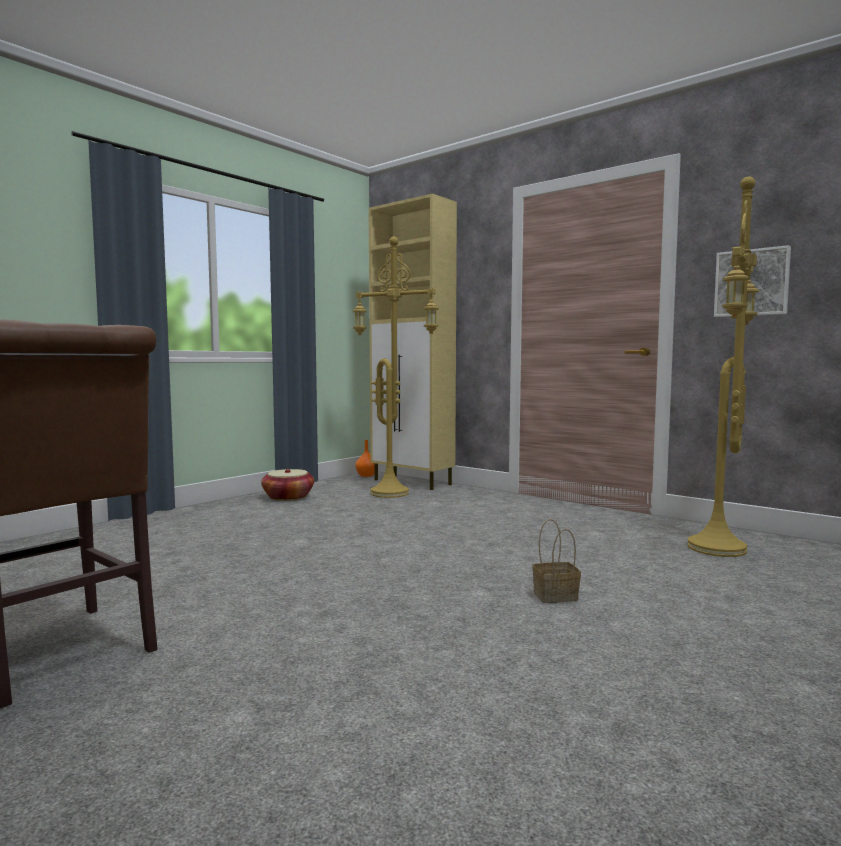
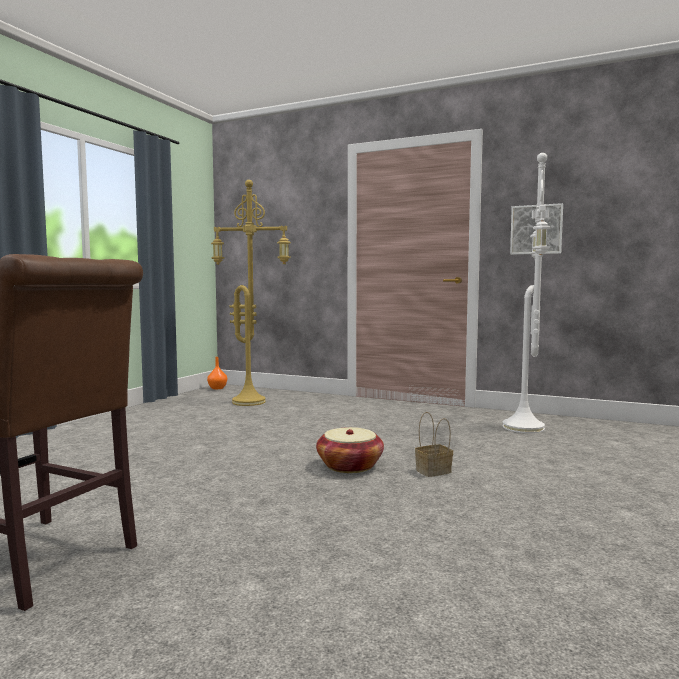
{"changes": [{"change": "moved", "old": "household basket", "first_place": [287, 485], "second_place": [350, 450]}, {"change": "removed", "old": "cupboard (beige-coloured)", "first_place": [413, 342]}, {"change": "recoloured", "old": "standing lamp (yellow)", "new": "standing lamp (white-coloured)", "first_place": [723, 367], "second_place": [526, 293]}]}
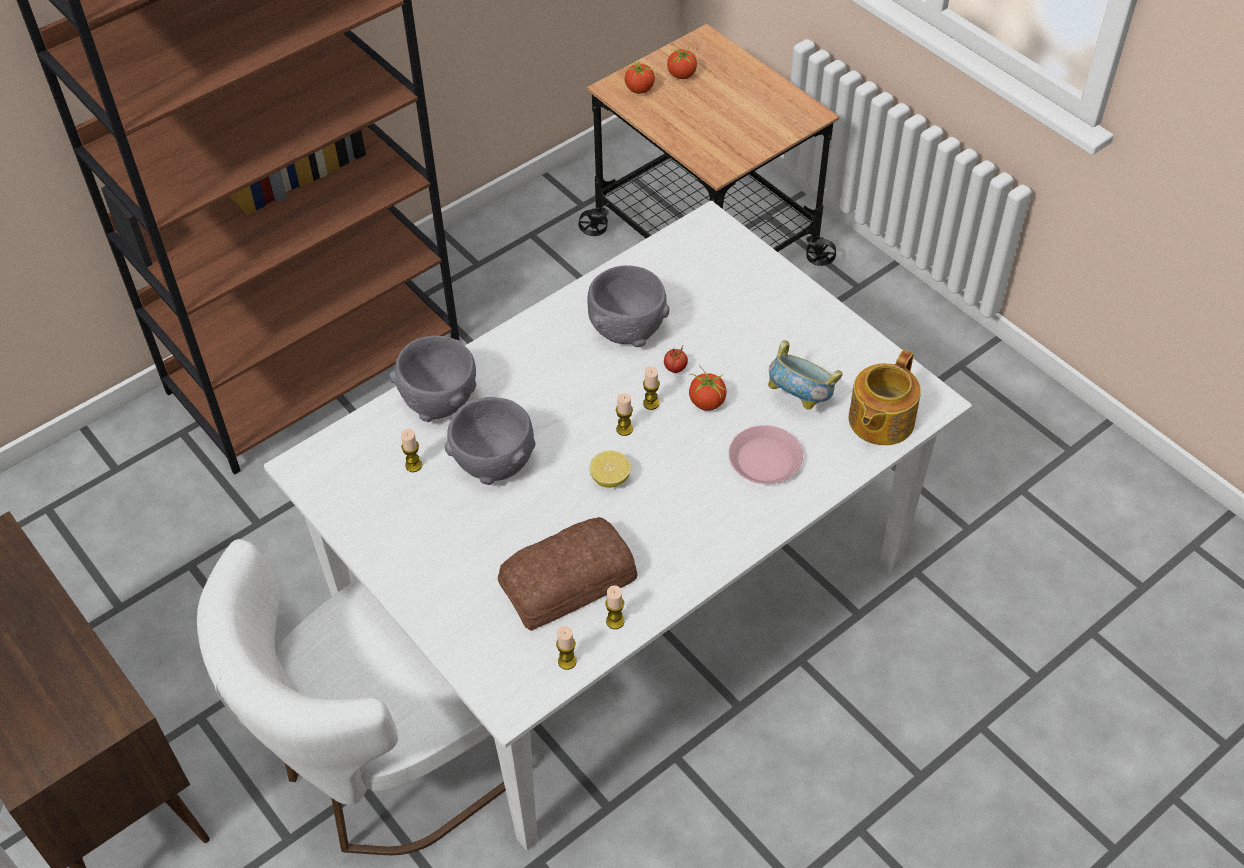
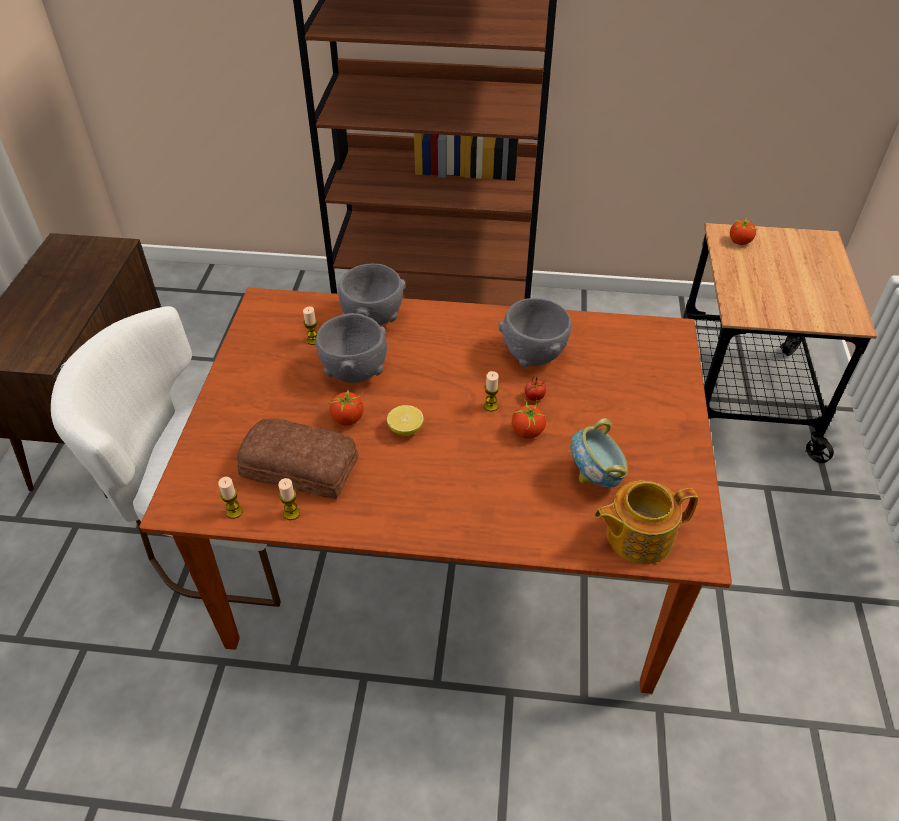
{"changes": [{"change": "recoloured", "old": "dining table (white-coloured)", "new": "dining table (brownish)", "first_place": [618, 525], "second_place": [435, 490]}, {"change": "removed", "old": "wax light", "first_place": [624, 414]}, {"change": "moved", "old": "tomato", "first_place": [682, 61], "second_place": [346, 406]}, {"change": "removed", "old": "flat dish (pink-coloured)", "first_place": [766, 454]}]}
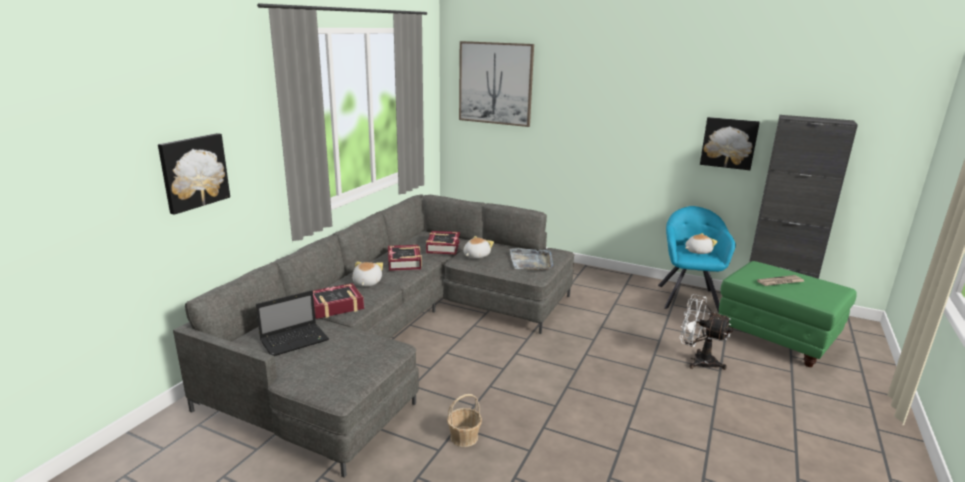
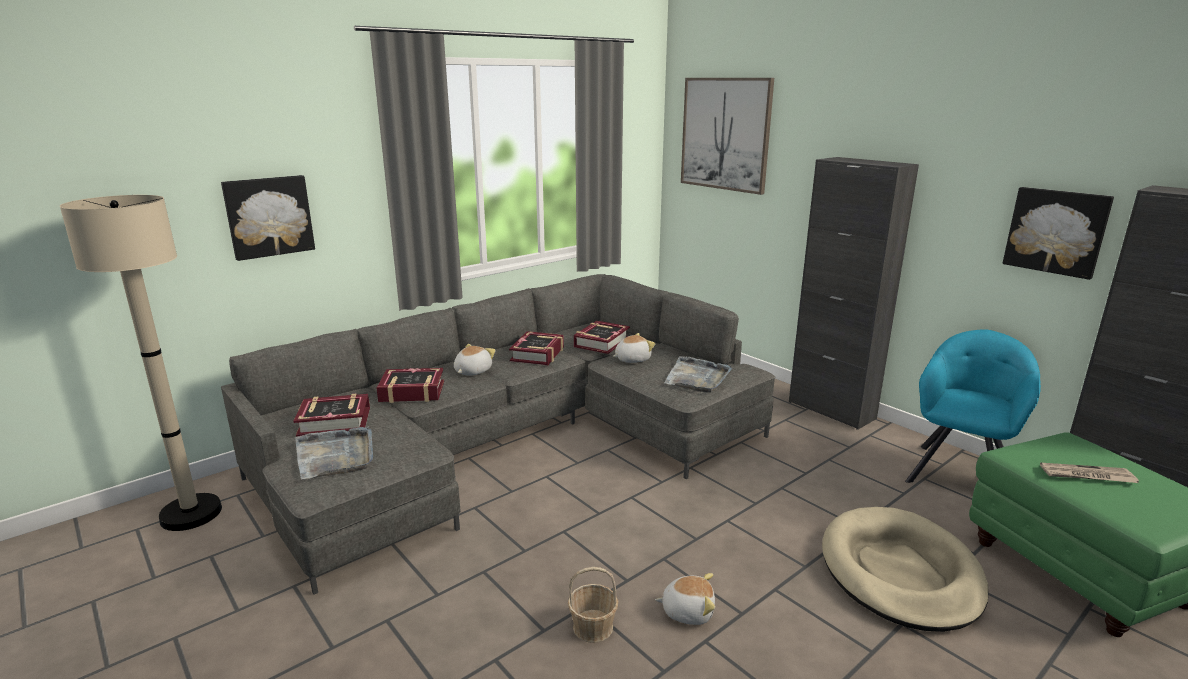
{"changes": [{"change": "replaced", "old": "laptop", "new": "volume", "first_place": [292, 323], "second_place": [331, 415]}, {"change": "moved", "old": "household basket", "first_place": [464, 420], "second_place": [593, 605]}, {"change": "replaced", "old": "fan (white-coloured)", "new": "dog bed (beige-coloured)", "first_place": [706, 332], "second_place": [905, 569]}, {"change": "moved", "old": "cuddly toy", "first_place": [701, 243], "second_place": [685, 599]}, {"change": "added", "new": "standing lamp (beige-coloured)", "second_place": [141, 363]}, {"change": "added", "new": "tray (greyish)", "second_place": [334, 453]}, {"change": "added", "new": "cupboard (black-coloured)", "second_place": [854, 293]}]}
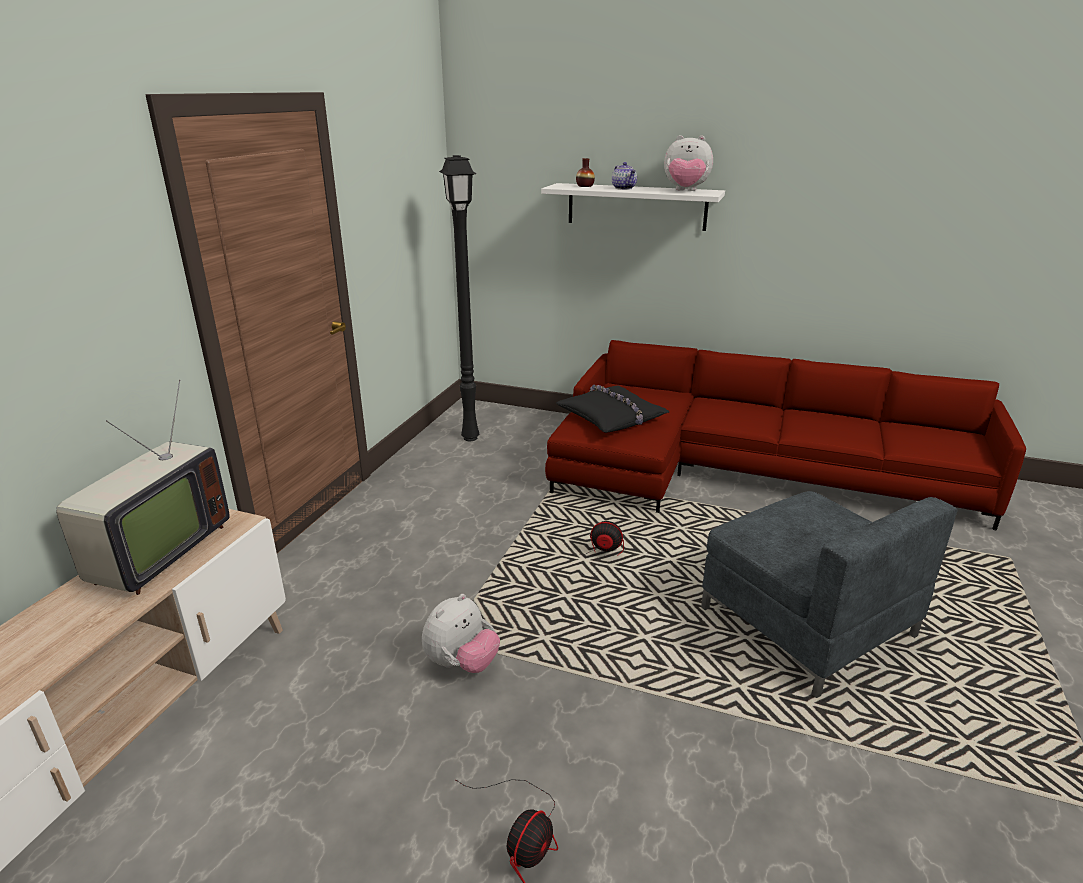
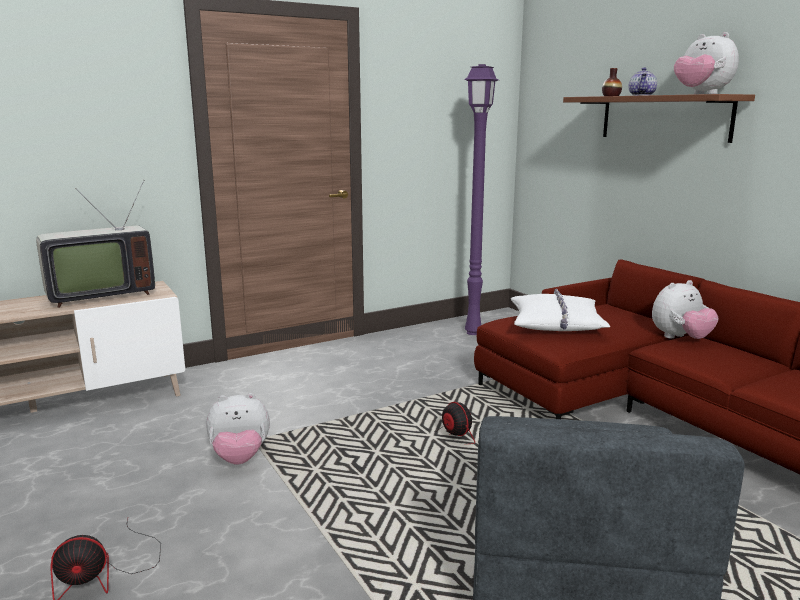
{"changes": [{"change": "recoloured", "old": "standing lamp (black-coloured)", "new": "standing lamp (purple)", "first_place": [459, 298], "second_place": [481, 199]}, {"change": "recoloured", "old": "shelf (white-coloured)", "new": "shelf (brownish)", "first_place": [633, 207], "second_place": [659, 118]}, {"change": "recoloured", "old": "throw pillow (black-coloured)", "new": "throw pillow (white-coloured)", "first_place": [612, 409], "second_place": [560, 310]}, {"change": "added", "new": "cuddly toy", "second_place": [685, 309]}]}
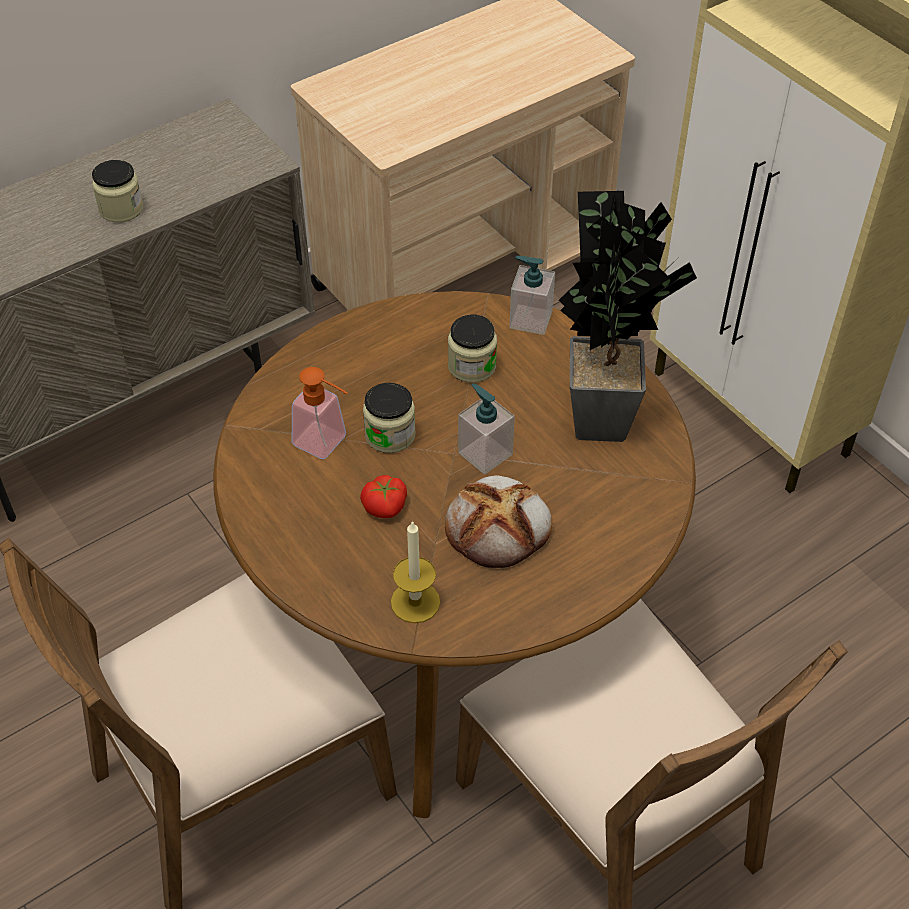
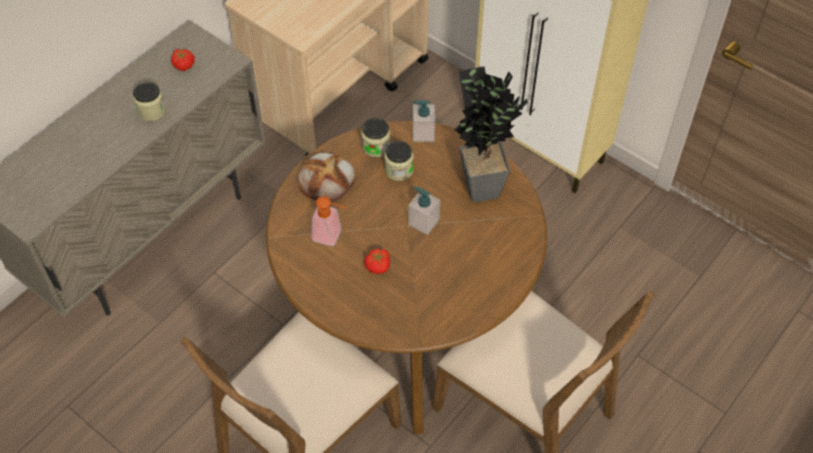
{"changes": [{"change": "moved", "old": "jar", "first_place": [389, 418], "second_place": [375, 138]}, {"change": "removed", "old": "wax light", "first_place": [415, 571]}, {"change": "moved", "old": "bakery bread", "first_place": [498, 521], "second_place": [327, 177]}, {"change": "added", "new": "tomato", "second_place": [183, 60]}]}
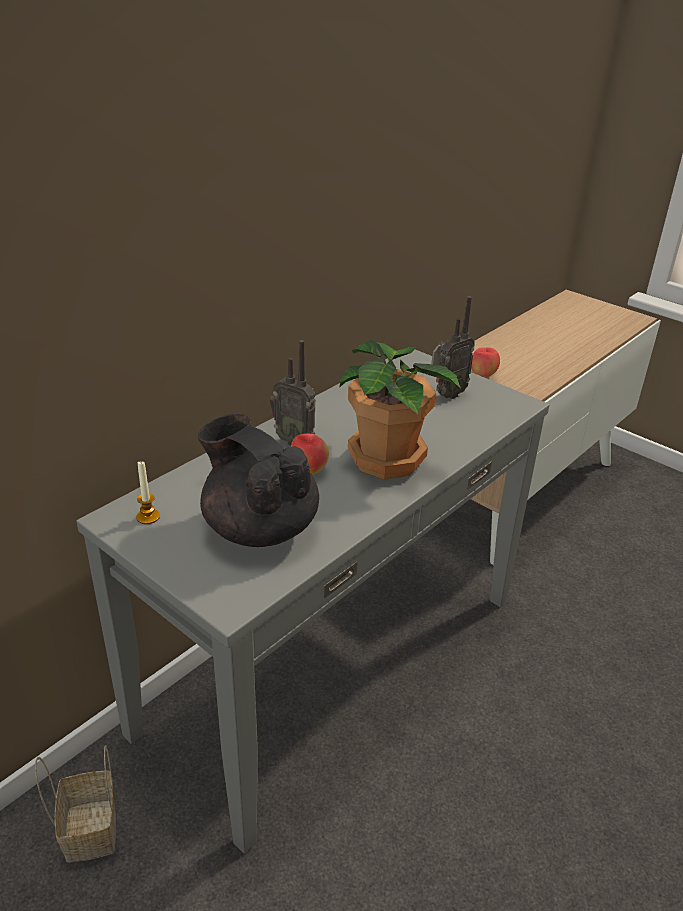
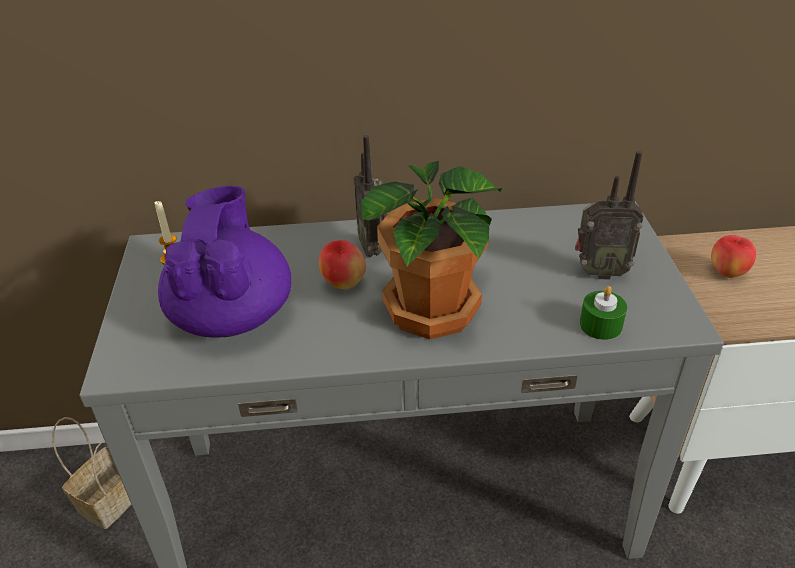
{"changes": [{"change": "recoloured", "old": "pot for tea (black-coloured)", "new": "pot for tea (purple)", "first_place": [258, 480], "second_place": [224, 261]}, {"change": "added", "new": "wax light (green)", "second_place": [603, 313]}]}
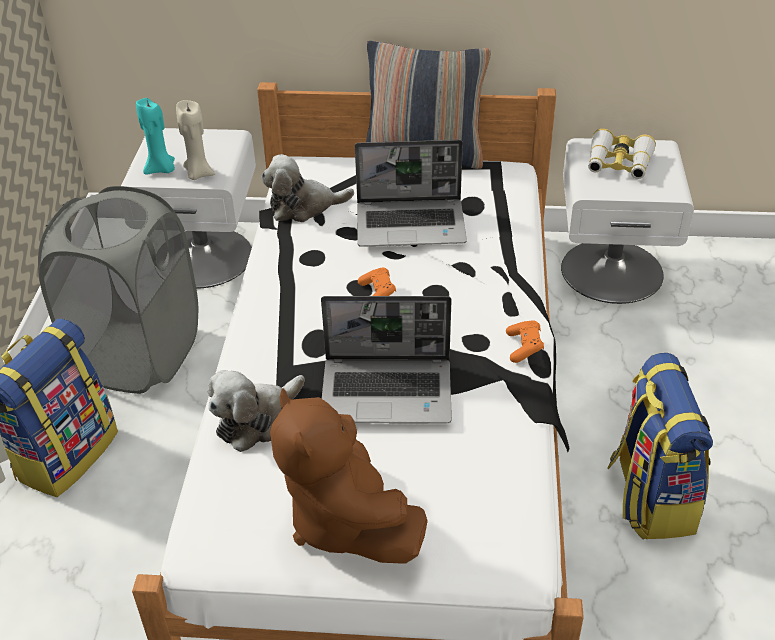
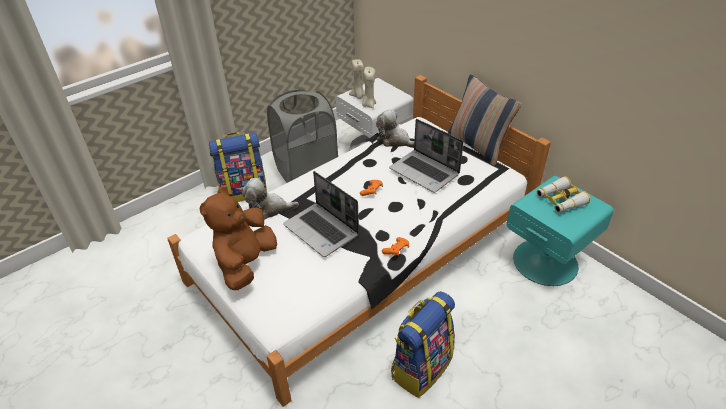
{"changes": [{"change": "recoloured", "old": "wax light (turquoise)", "new": "wax light (beige-coloured)", "first_place": [155, 136], "second_place": [357, 79]}, {"change": "recoloured", "old": "nightstand (white-coloured)", "new": "nightstand (turquoise)", "first_place": [627, 221], "second_place": [560, 231]}]}
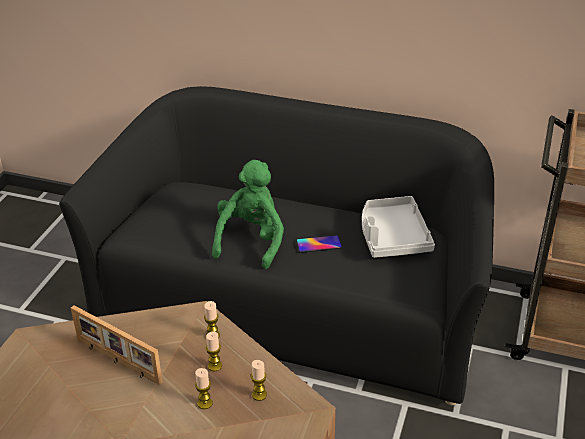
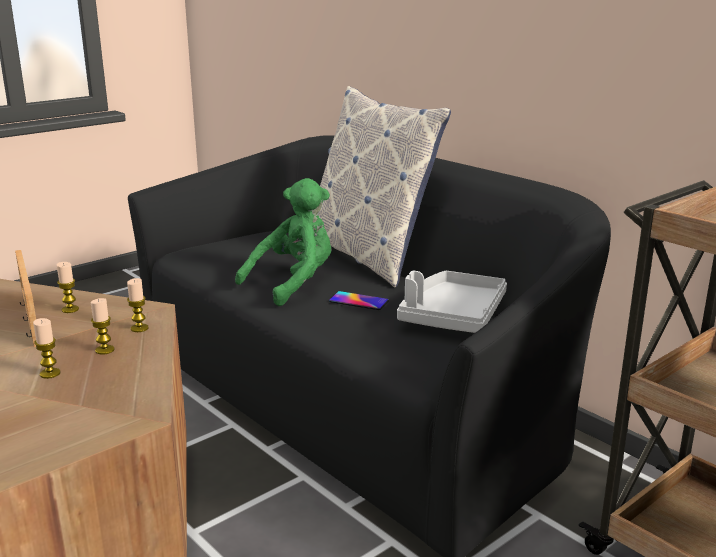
{"changes": [{"change": "moved", "old": "wax light", "first_place": [259, 380], "second_place": [68, 287]}, {"change": "added", "new": "throw pillow", "second_place": [384, 187]}]}
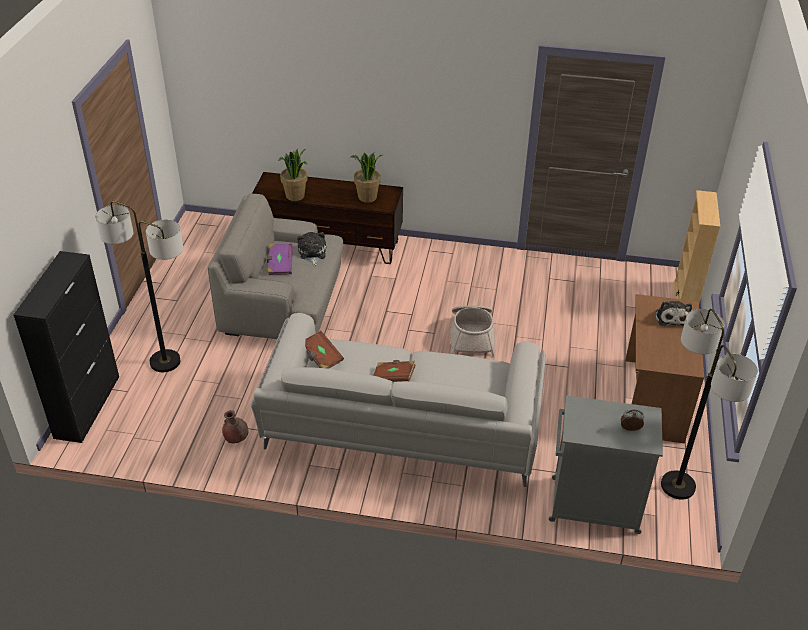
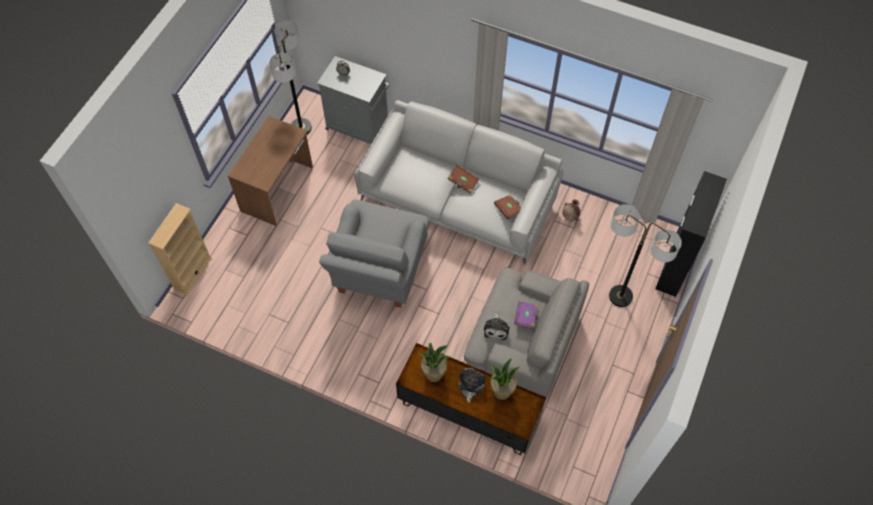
{"changes": [{"change": "replaced", "old": "household basket", "new": "easy chair (greyish)", "first_place": [472, 331], "second_place": [374, 254]}, {"change": "moved", "old": "cuddly toy", "first_place": [674, 313], "second_place": [472, 385]}]}
